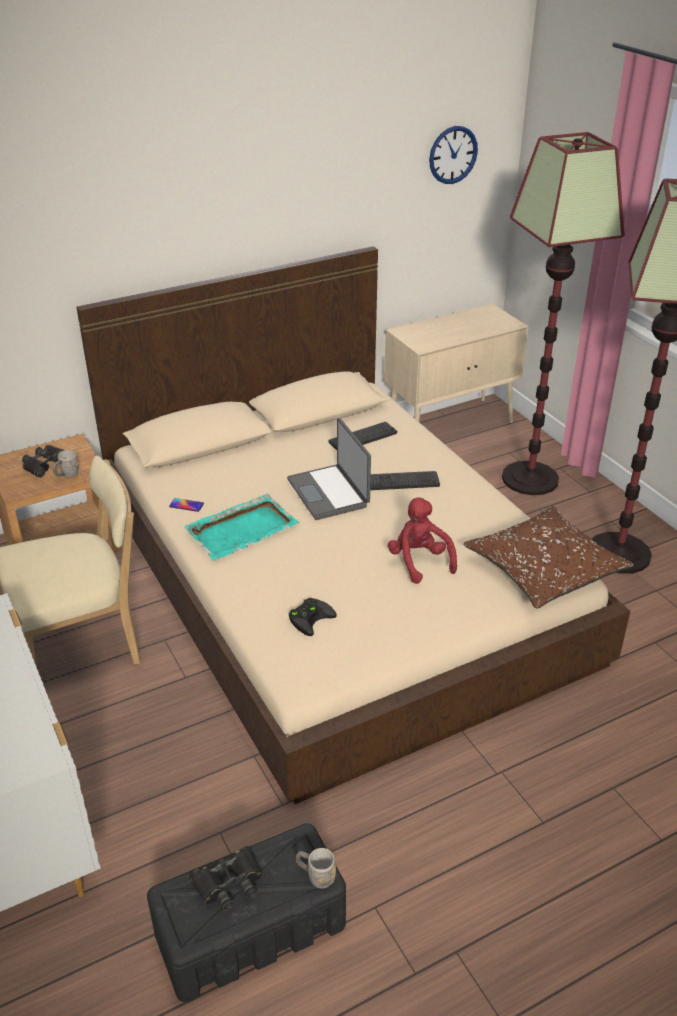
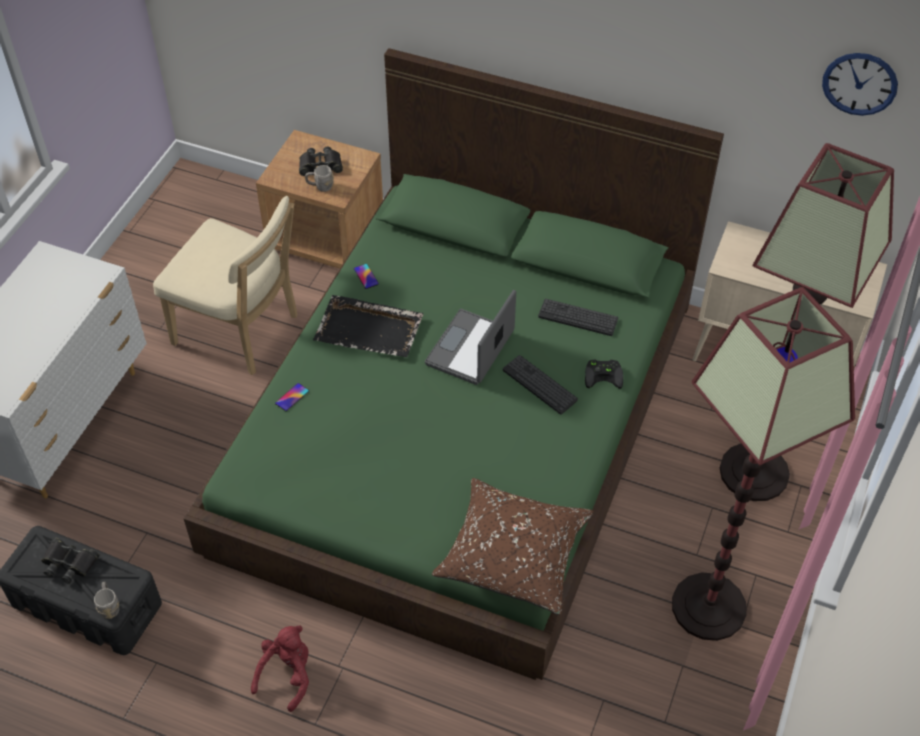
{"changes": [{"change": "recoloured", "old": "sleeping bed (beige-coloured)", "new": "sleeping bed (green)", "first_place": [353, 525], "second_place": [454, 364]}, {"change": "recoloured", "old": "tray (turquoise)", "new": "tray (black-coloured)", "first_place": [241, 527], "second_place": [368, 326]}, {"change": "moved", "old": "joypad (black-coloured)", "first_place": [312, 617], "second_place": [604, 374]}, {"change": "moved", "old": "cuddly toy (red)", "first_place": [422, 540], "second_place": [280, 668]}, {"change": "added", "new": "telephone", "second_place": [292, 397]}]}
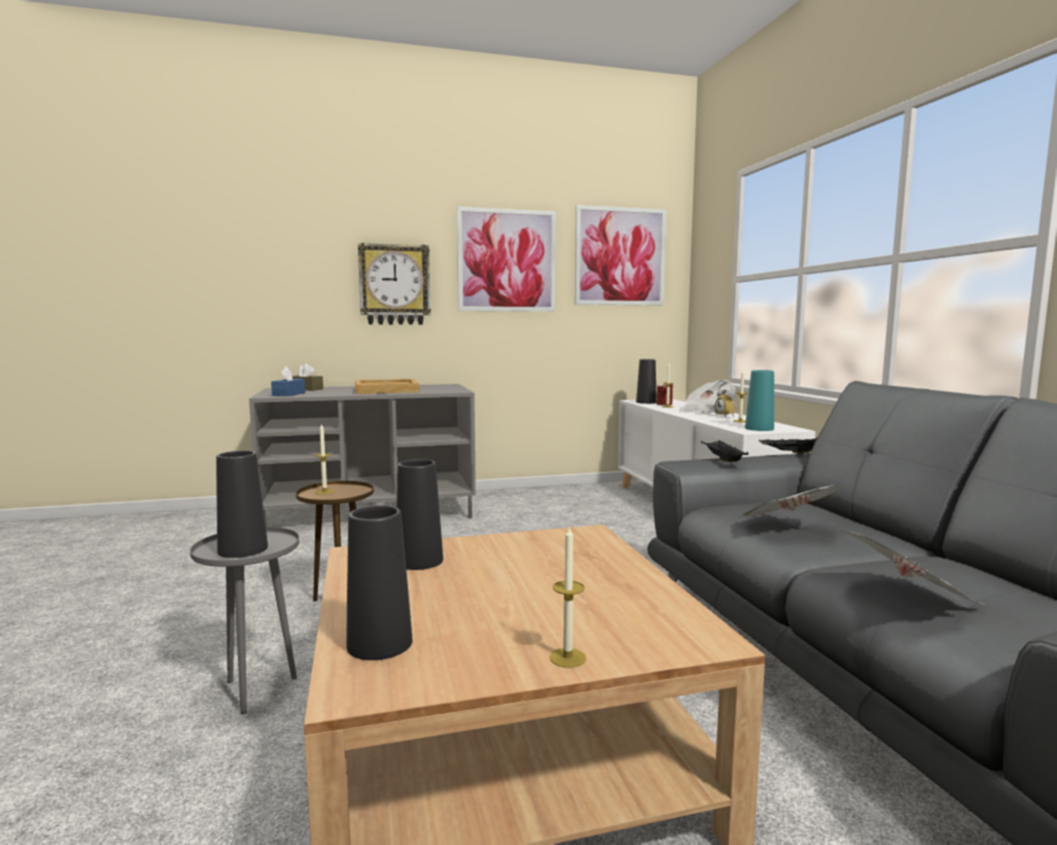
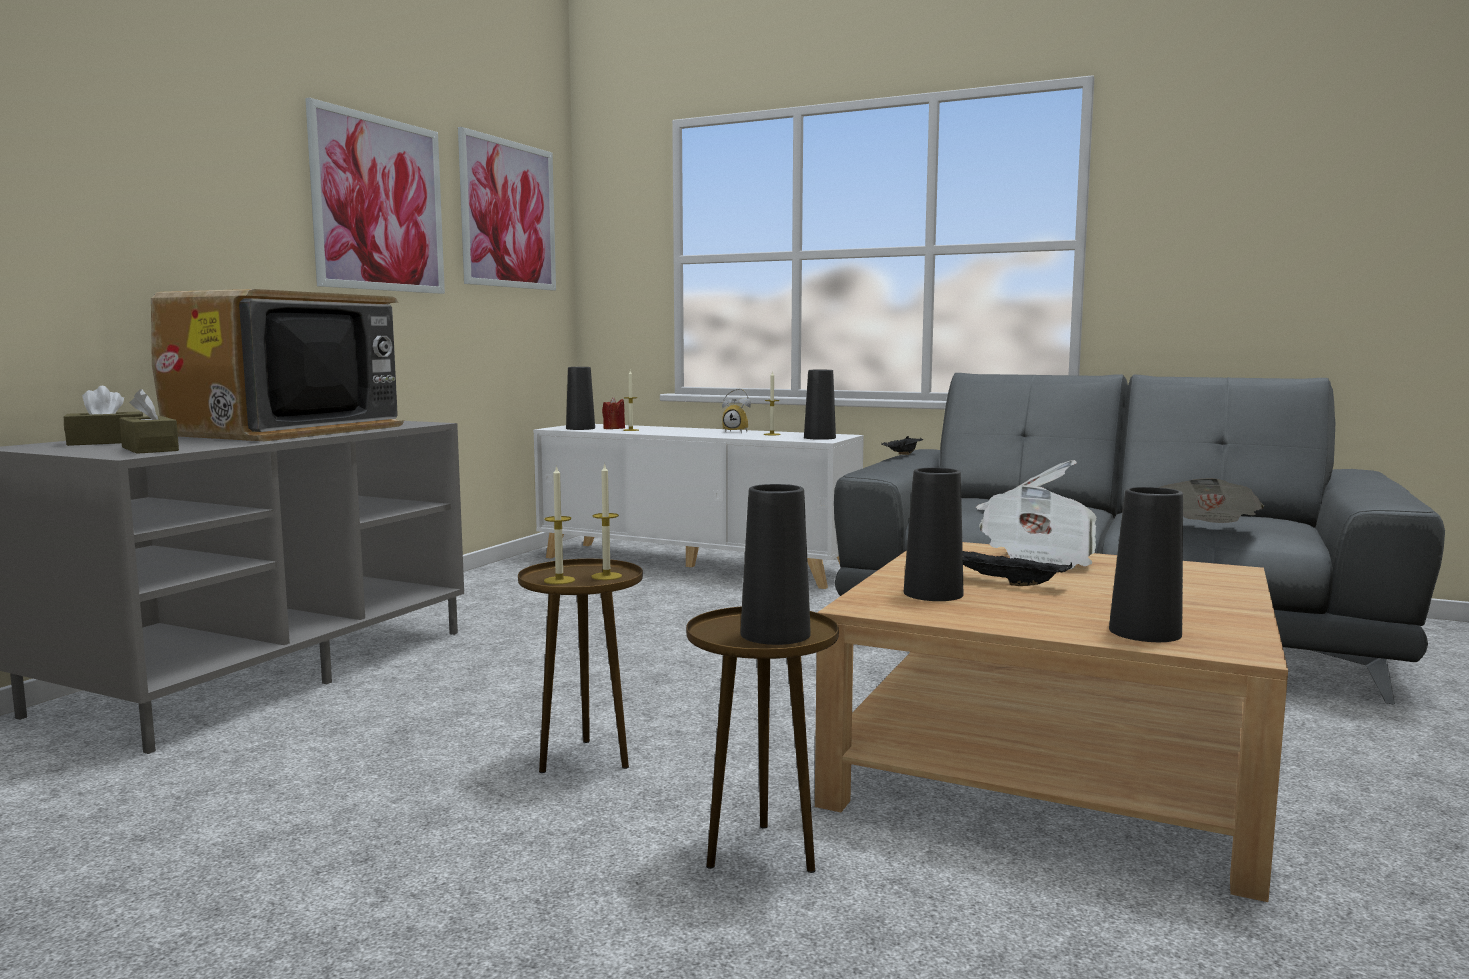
{"changes": [{"change": "recoloured", "old": "accent table (greyish)", "new": "accent table (brownish)", "first_place": [244, 620], "second_place": [762, 739]}, {"change": "recoloured", "old": "box of tissues (blue-coloured)", "new": "box of tissues (brownish)", "first_place": [288, 381], "second_place": [149, 421]}, {"change": "replaced", "old": "tray (beige-coloured)", "new": "television", "first_place": [387, 386], "second_place": [277, 365]}, {"change": "removed", "old": "wall clock", "first_place": [394, 284]}, {"change": "moved", "old": "wax light", "first_place": [568, 597], "second_place": [607, 521]}, {"change": "moved", "old": "newspaper", "first_place": [707, 396], "second_place": [1038, 527]}, {"change": "moved", "old": "tray (black-coloured)", "first_place": [725, 451], "second_place": [1017, 568]}, {"change": "recoloured", "old": "vase (turquoise)", "new": "vase (black-coloured)", "first_place": [759, 400], "second_place": [820, 405]}]}
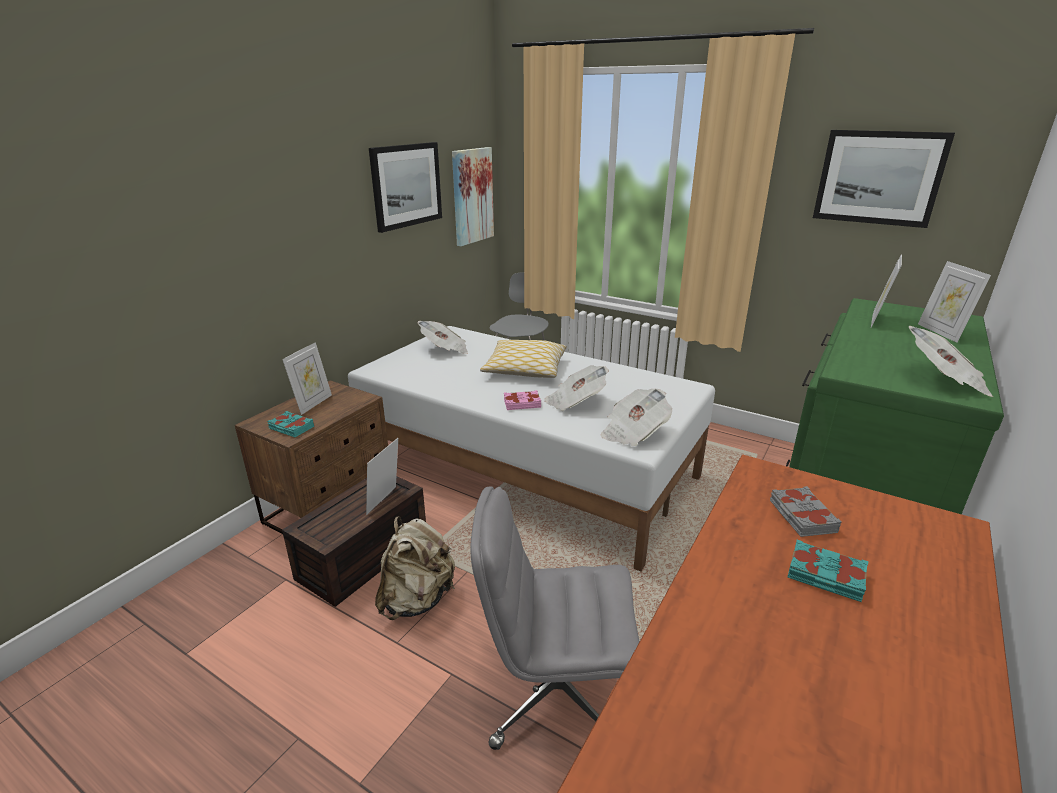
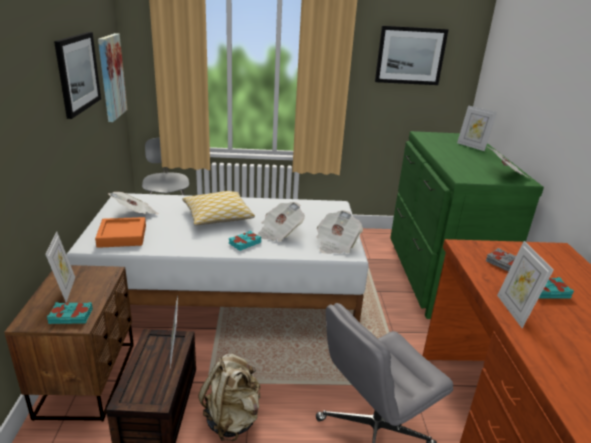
{"changes": [{"change": "recoloured", "old": "volume (pink-coloured)", "new": "volume (turquoise)", "first_place": [522, 400], "second_place": [245, 241]}, {"change": "moved", "old": "photo frame", "first_place": [886, 291], "second_place": [525, 284]}, {"change": "added", "new": "tray (orange-coloured)", "second_place": [120, 232]}]}
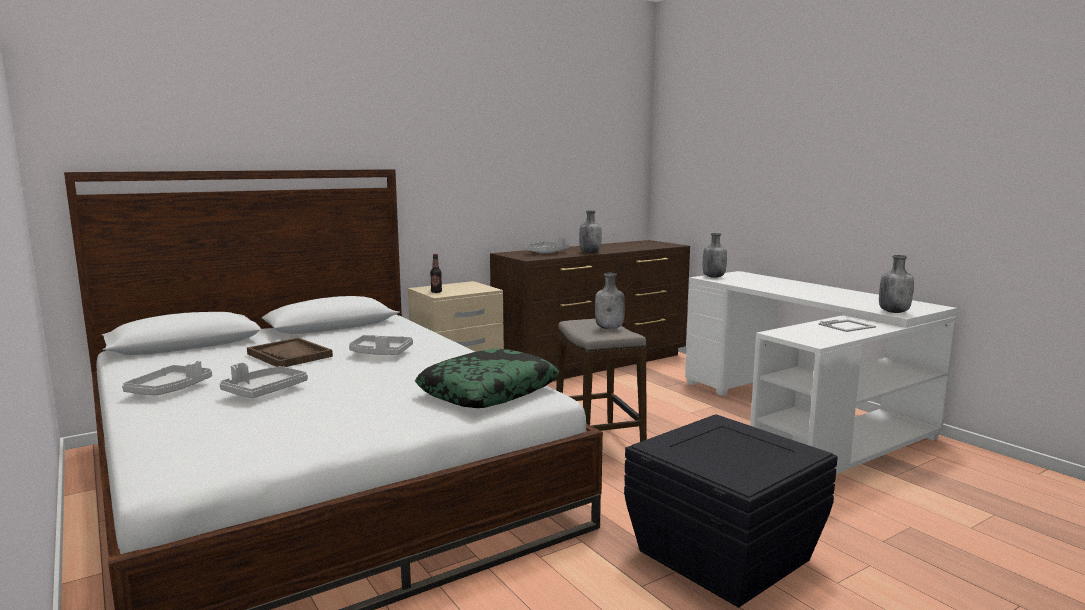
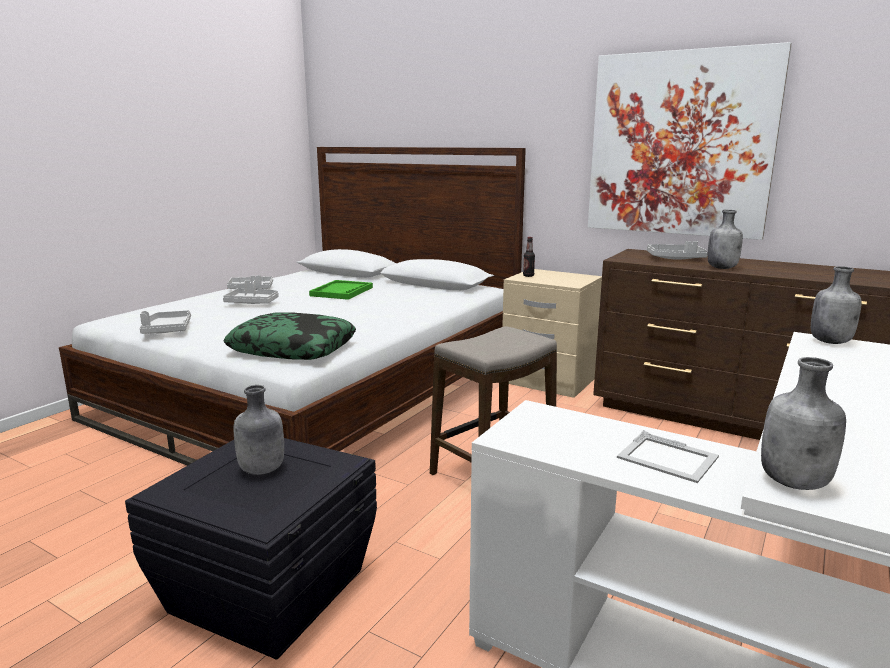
{"changes": [{"change": "recoloured", "old": "tray (brownish)", "new": "tray (green)", "first_place": [290, 352], "second_place": [341, 290]}, {"change": "moved", "old": "tray (greyish)", "first_place": [381, 345], "second_place": [165, 322]}, {"change": "moved", "old": "beverage bottle (greyish)", "first_place": [610, 301], "second_place": [259, 430]}, {"change": "added", "new": "picture", "second_place": [690, 141]}]}
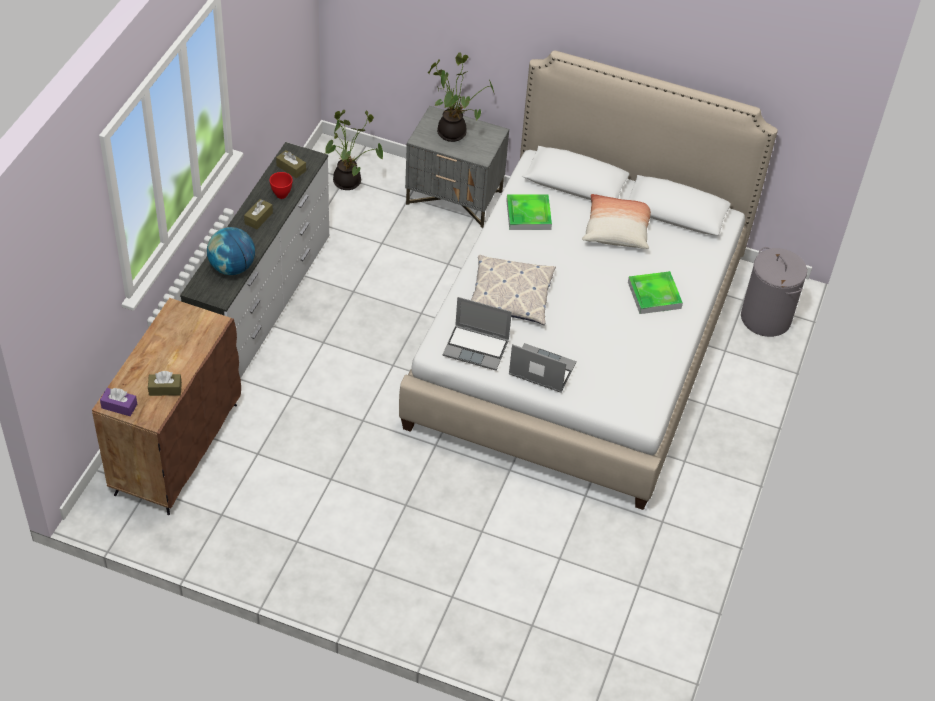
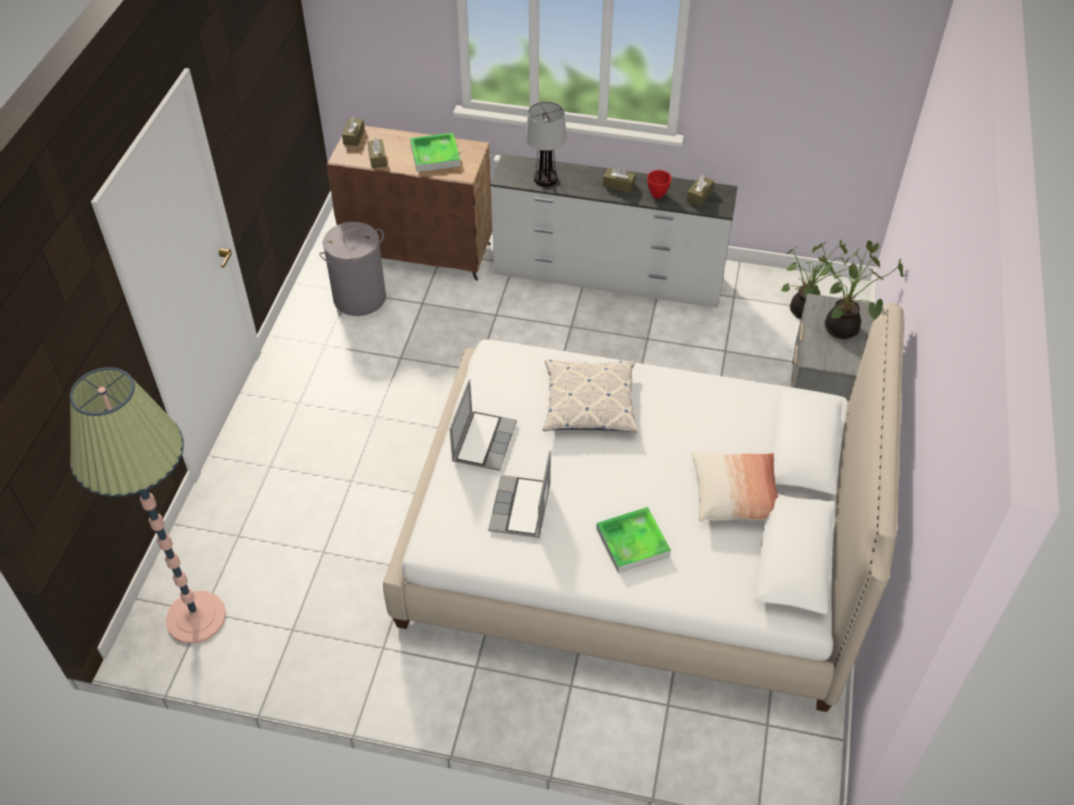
{"changes": [{"change": "recoloured", "old": "box of tissues (purple)", "new": "box of tissues (brownish)", "first_place": [118, 402], "second_place": [353, 131]}, {"change": "replaced", "old": "globe", "new": "table lamp", "first_place": [231, 251], "second_place": [546, 144]}, {"change": "moved", "old": "laptop", "first_place": [477, 334], "second_place": [519, 494]}, {"change": "moved", "old": "tray", "first_place": [529, 212], "second_place": [435, 152]}, {"change": "moved", "old": "washing basket (greyish)", "first_place": [774, 292], "second_place": [352, 269]}, {"change": "added", "new": "standing lamp", "second_place": [148, 505]}]}
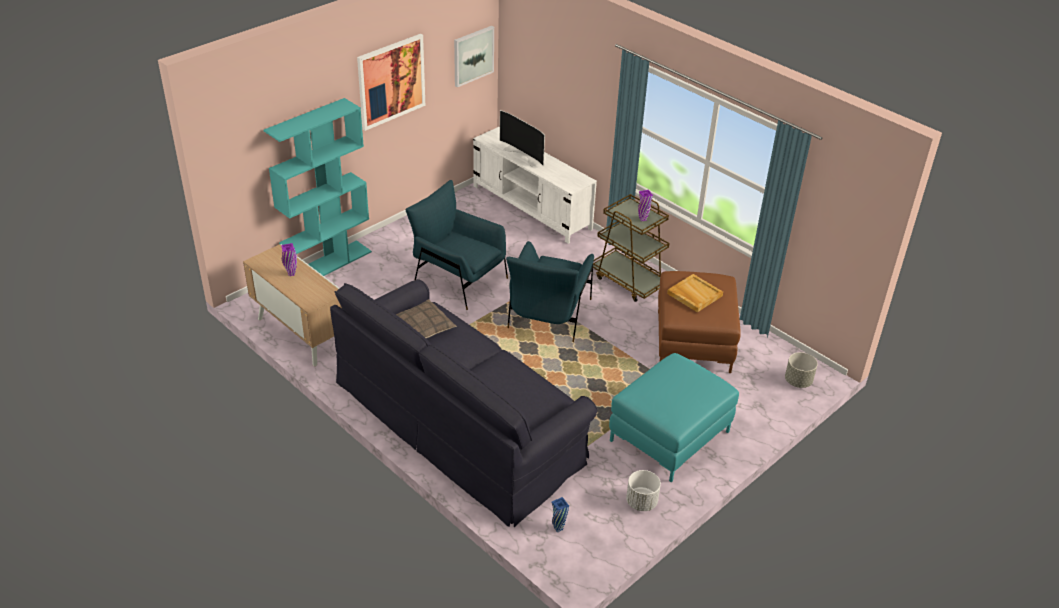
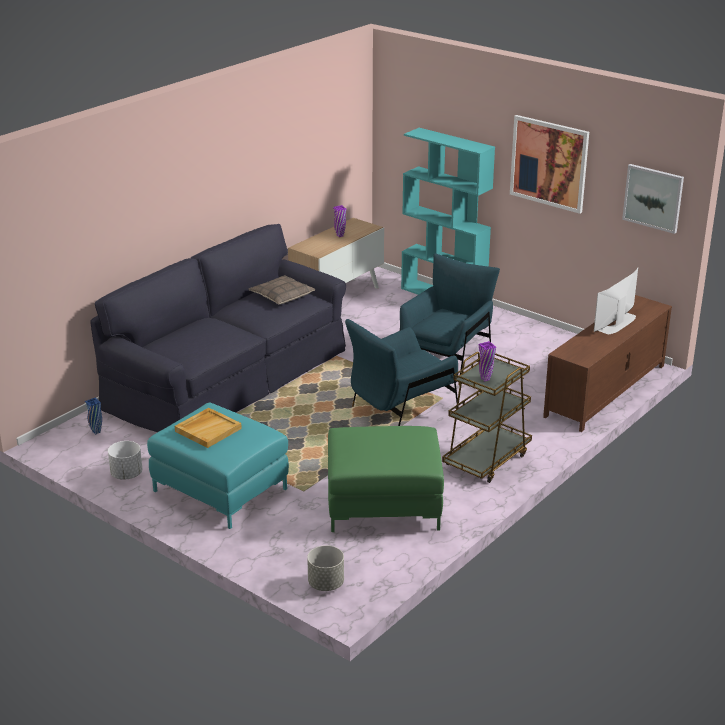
{"changes": [{"change": "recoloured", "old": "tv unit (white-coloured)", "new": "tv unit (brownish)", "first_place": [535, 185], "second_place": [607, 363]}, {"change": "turned", "old": "easy chair (blue-coloured)", "first_place": [550, 291], "second_place": [402, 372], "degrees": -45}, {"change": "recoloured", "old": "pouffe (brownish)", "new": "pouffe (green)", "first_place": [699, 322], "second_place": [386, 479]}, {"change": "moved", "old": "tray (beige-coloured)", "first_place": [695, 293], "second_place": [208, 428]}]}
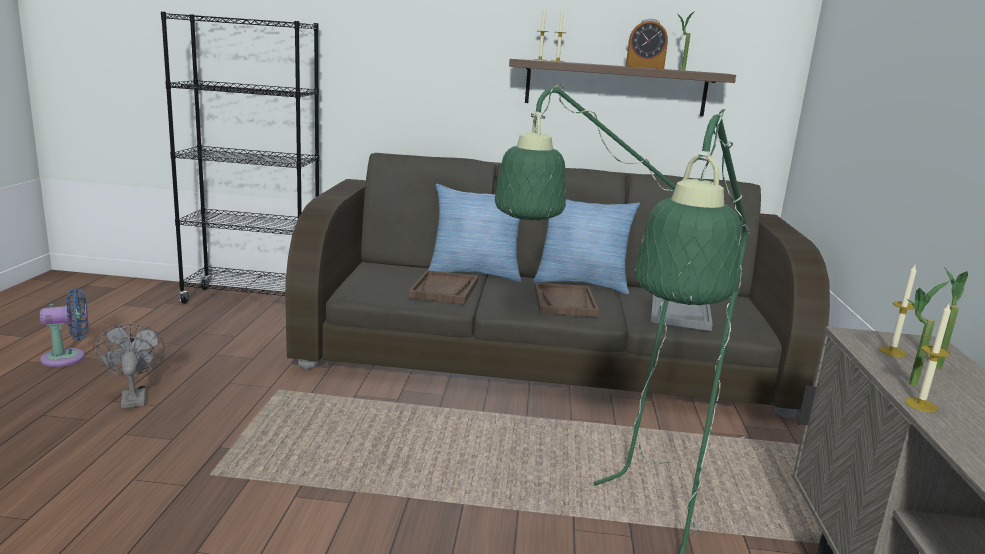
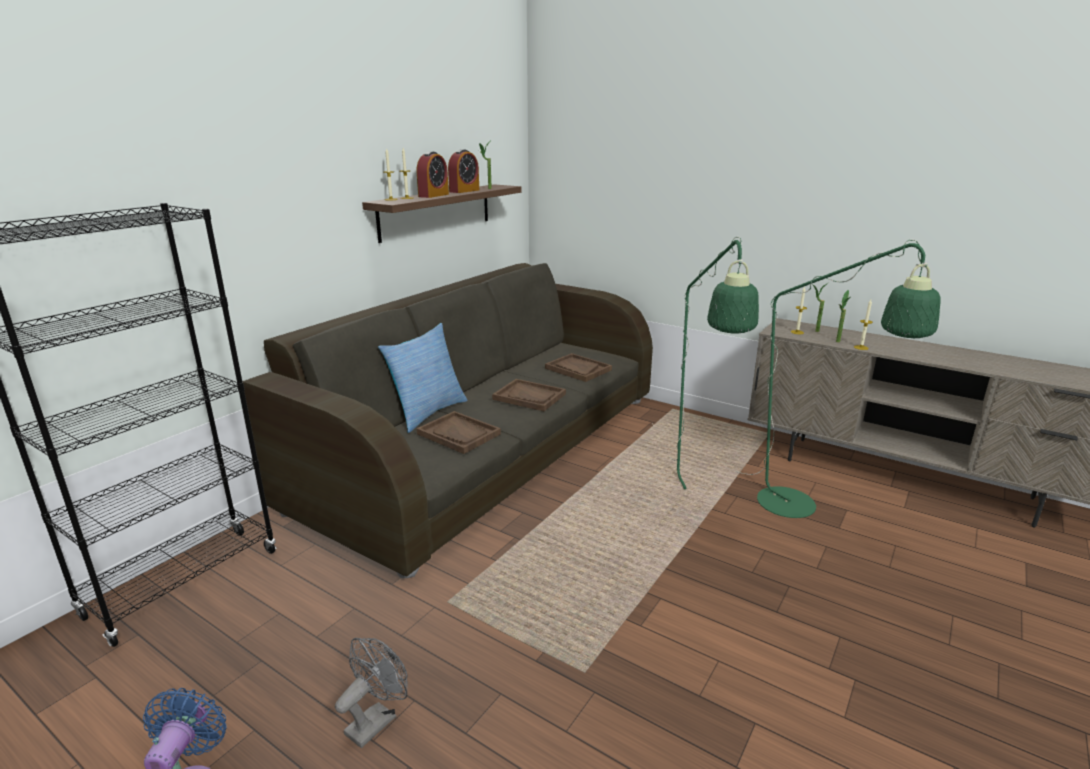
{"changes": [{"change": "turned", "old": "fan (greyish)", "first_place": [130, 365], "second_place": [371, 693], "degrees": 120}, {"change": "removed", "old": "throw pillow", "first_place": [586, 246]}, {"change": "recoloured", "old": "tray (greyish)", "new": "tray (brownish)", "first_place": [682, 313], "second_place": [578, 367]}, {"change": "added", "new": "table clock", "second_place": [433, 174]}]}
